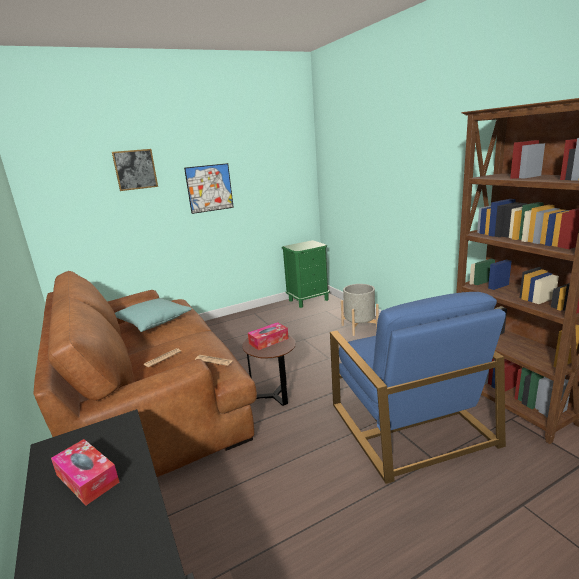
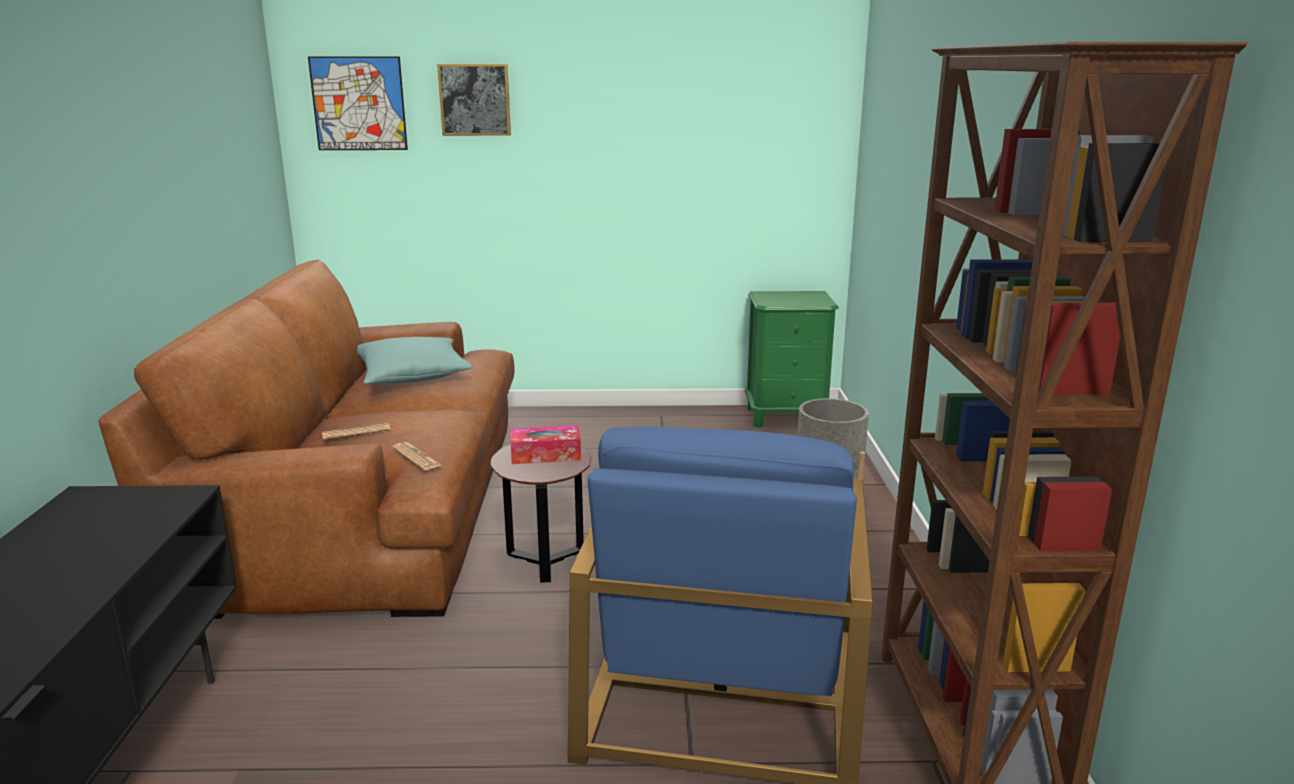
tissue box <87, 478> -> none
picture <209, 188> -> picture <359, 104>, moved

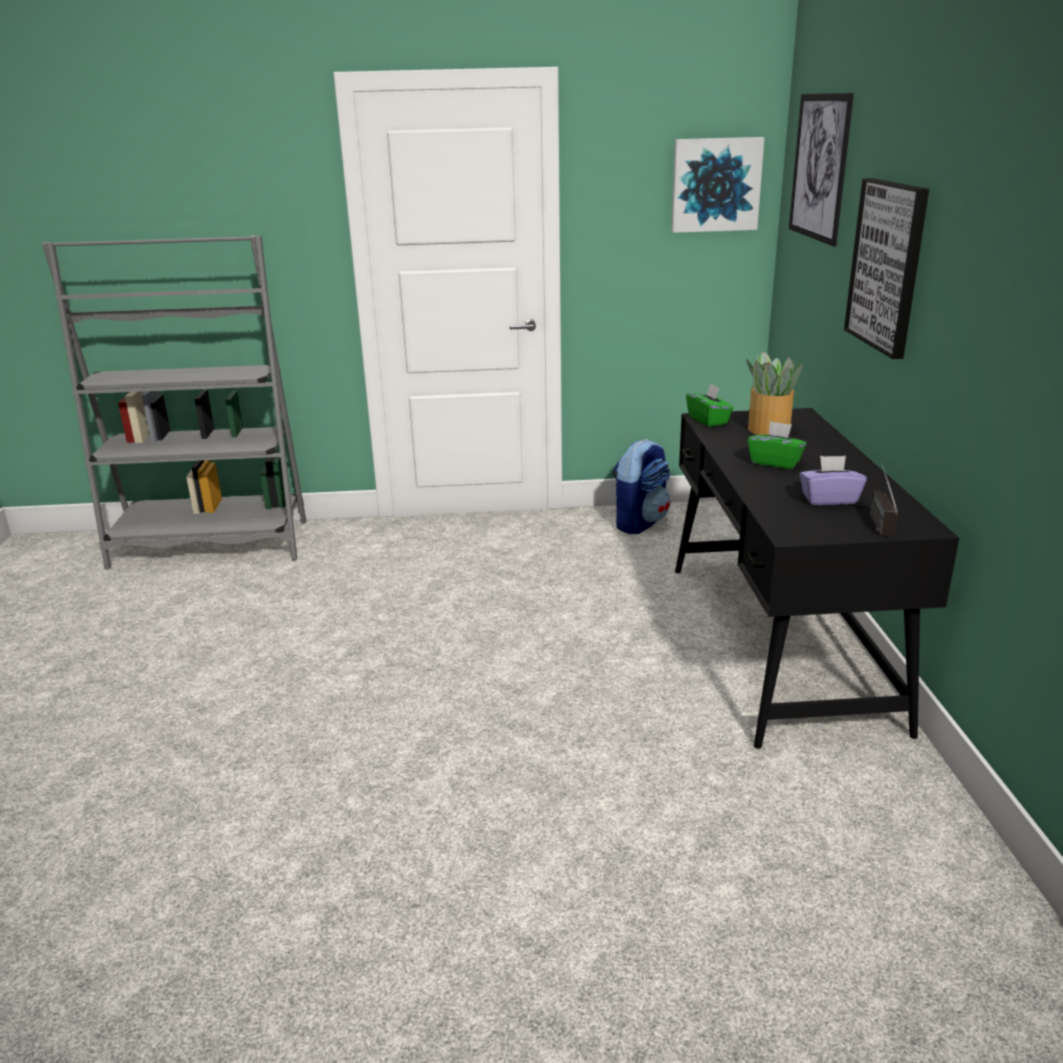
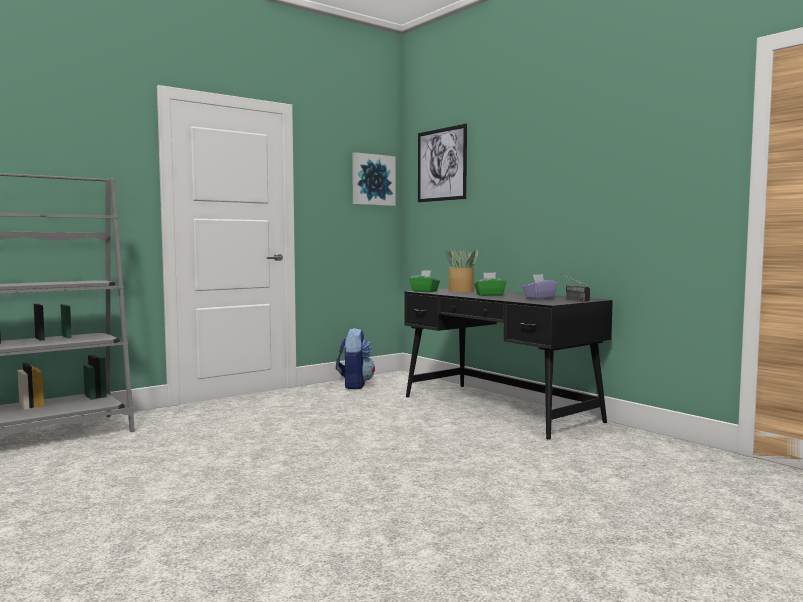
picture <887, 266> -> none

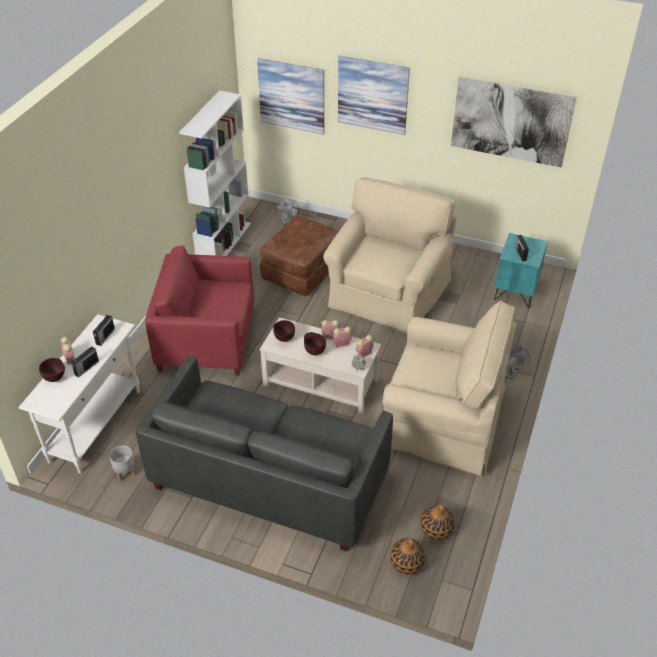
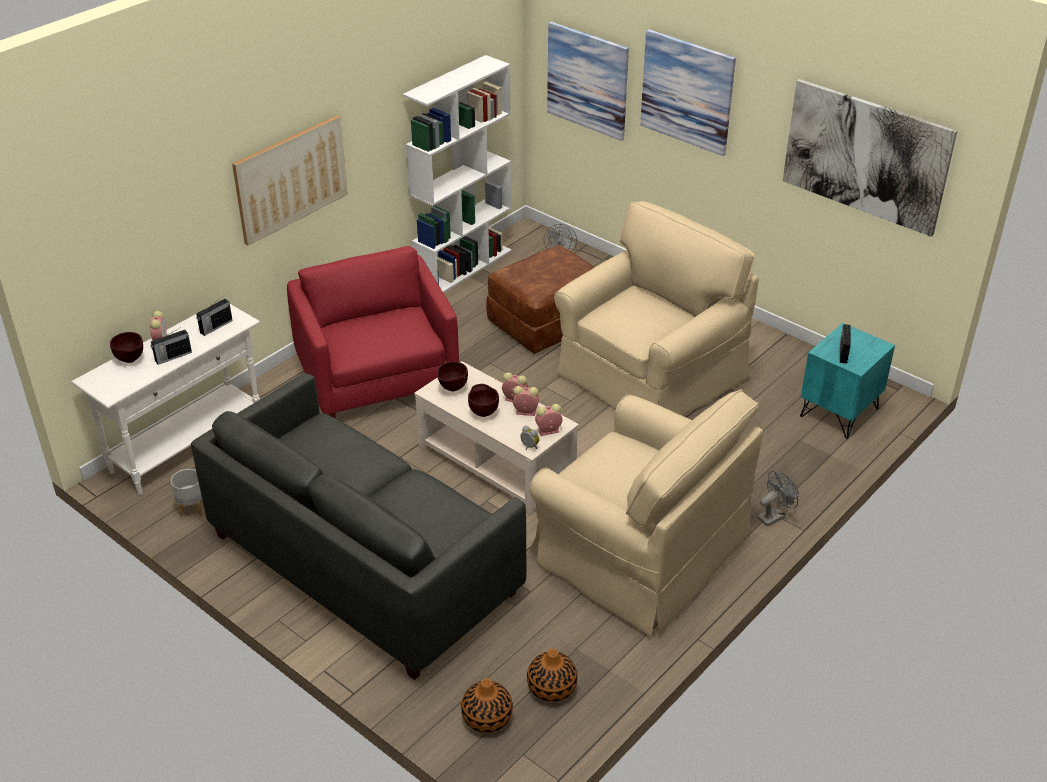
none -> picture <291, 179>
red armchair <207, 340> -> red armchair <377, 378>, 45 degrees clockwise

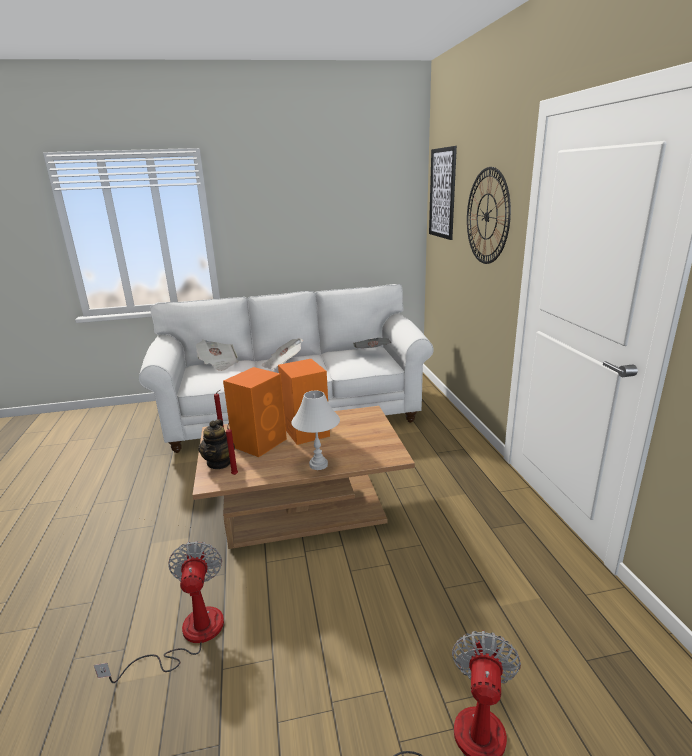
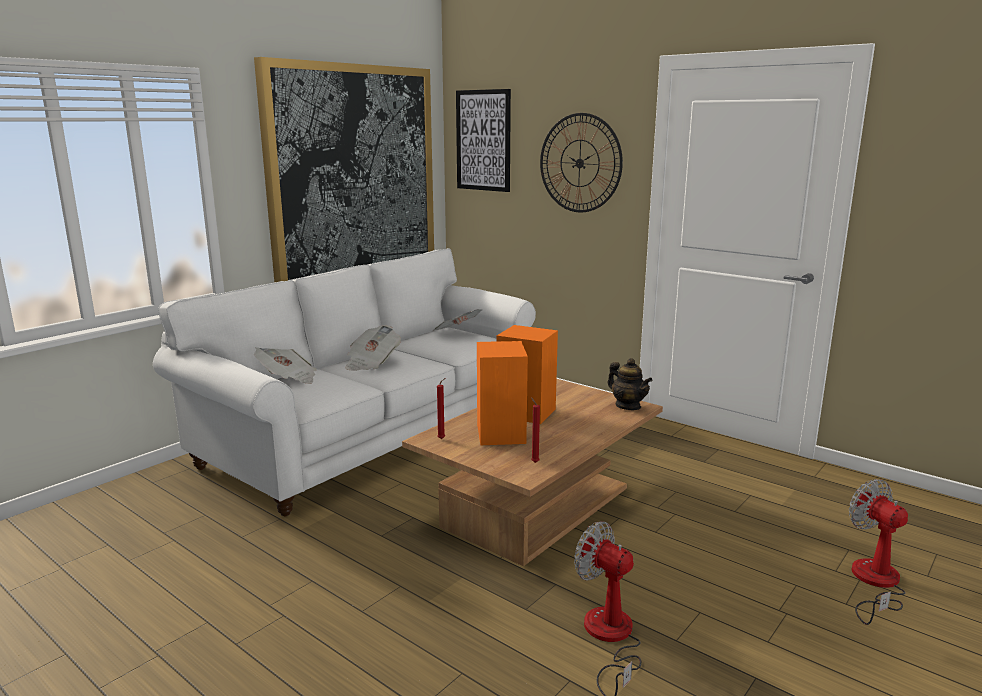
white table lamp <319, 465> -> none
none -> picture <353, 173>
teapot <219, 463> -> teapot <628, 406>, moved

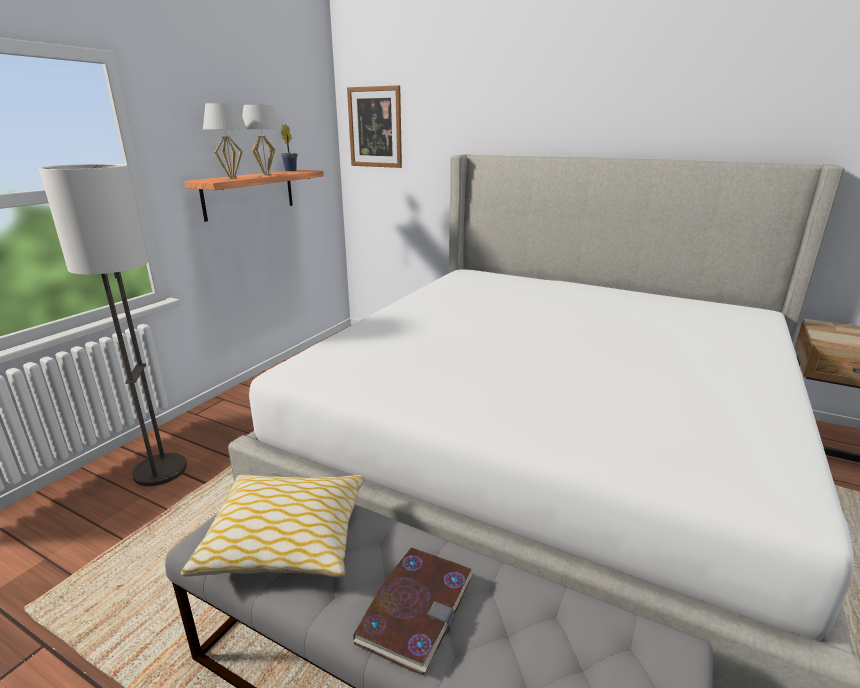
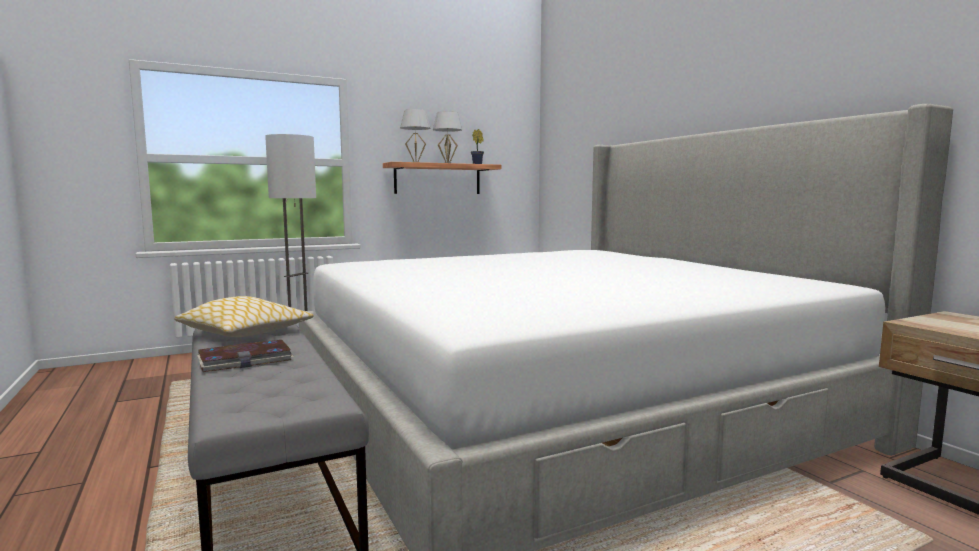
picture <375, 127> -> none

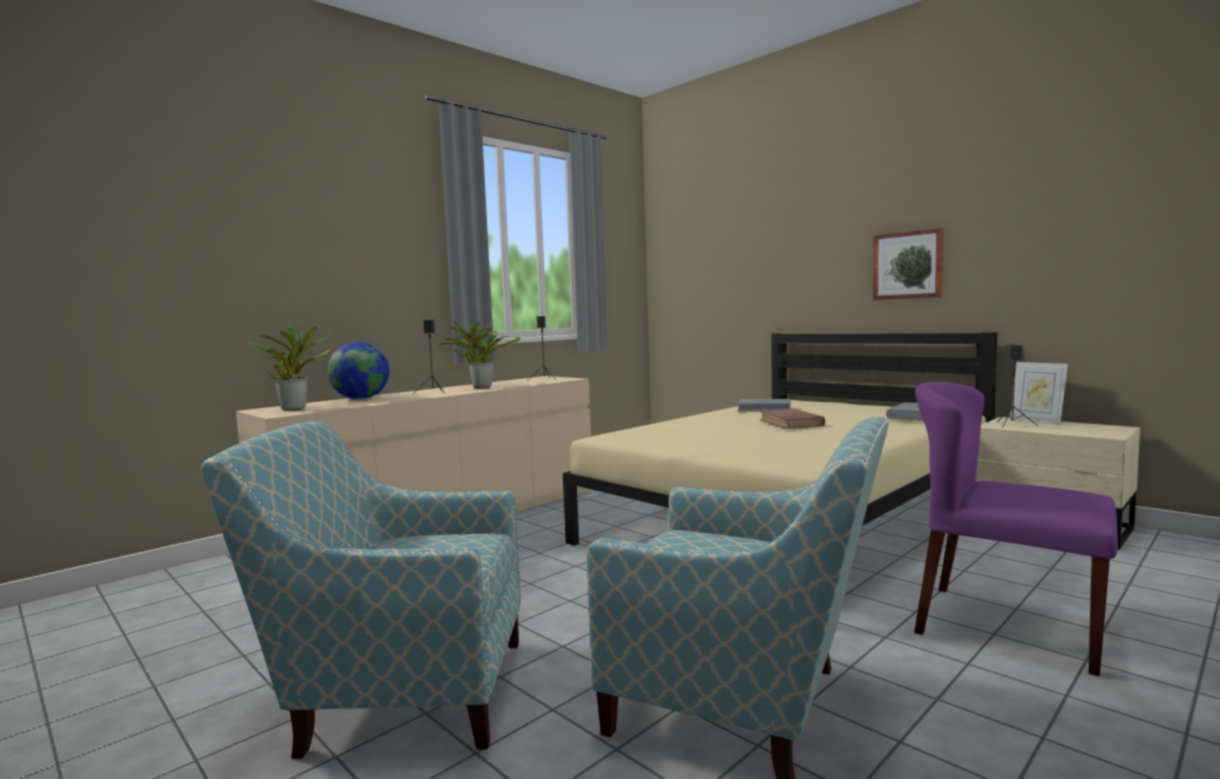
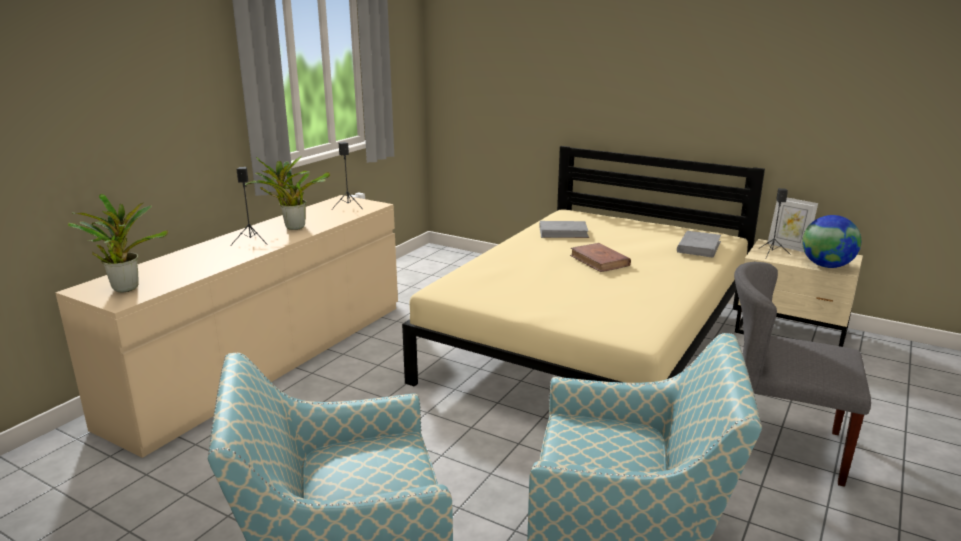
picture <908, 265> -> none
globe <361, 399> -> globe <826, 266>, moved
purple chair <1006, 626> -> grey chair <779, 445>

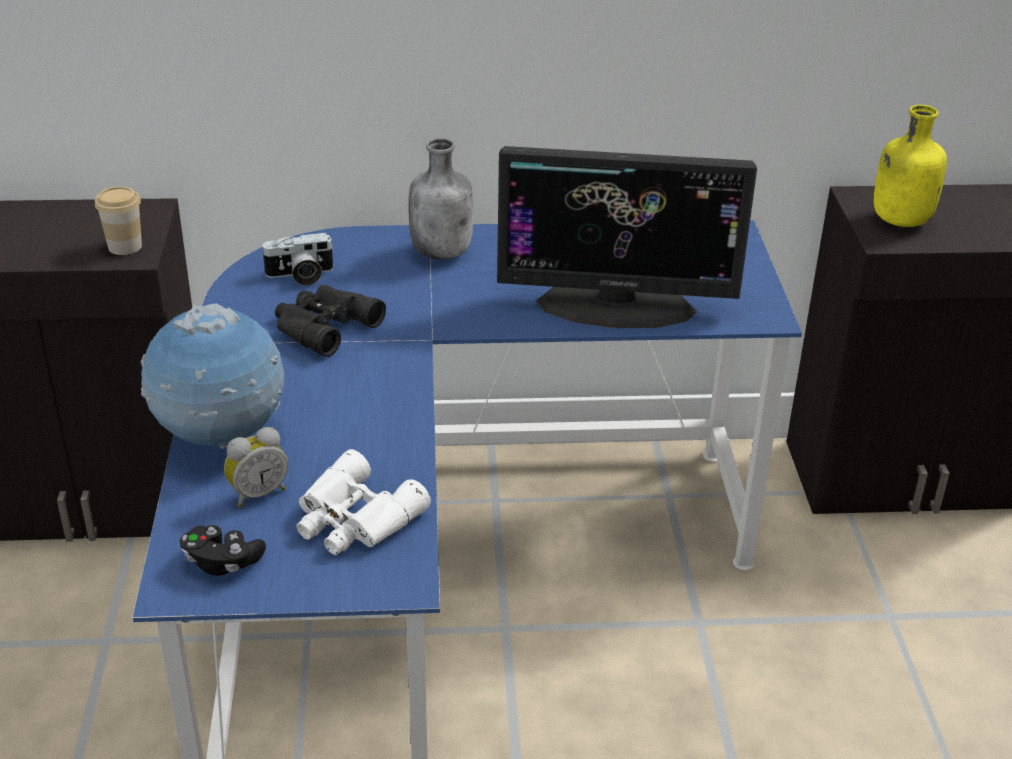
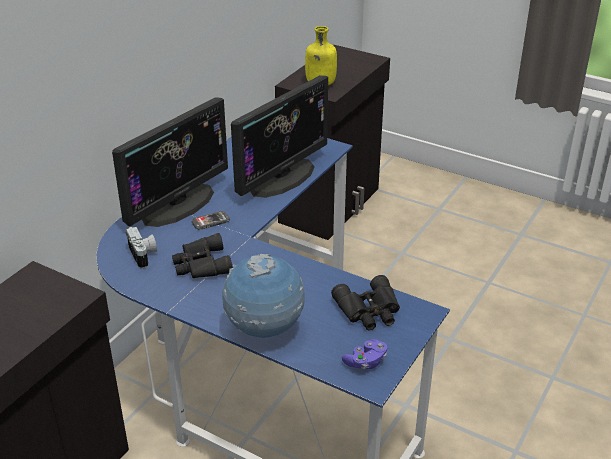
cup <125, 246> -> none
alarm clock <257, 493> -> none
none -> phone <210, 221>
grey bottle <442, 252> -> monitor <178, 204>
black game controller <222, 562> -> purple game controller <365, 362>
white binoculars <354, 519> -> black binoculars <369, 310>
photo camera <300, 276> -> photo camera <144, 255>, 45 degrees counterclockwise

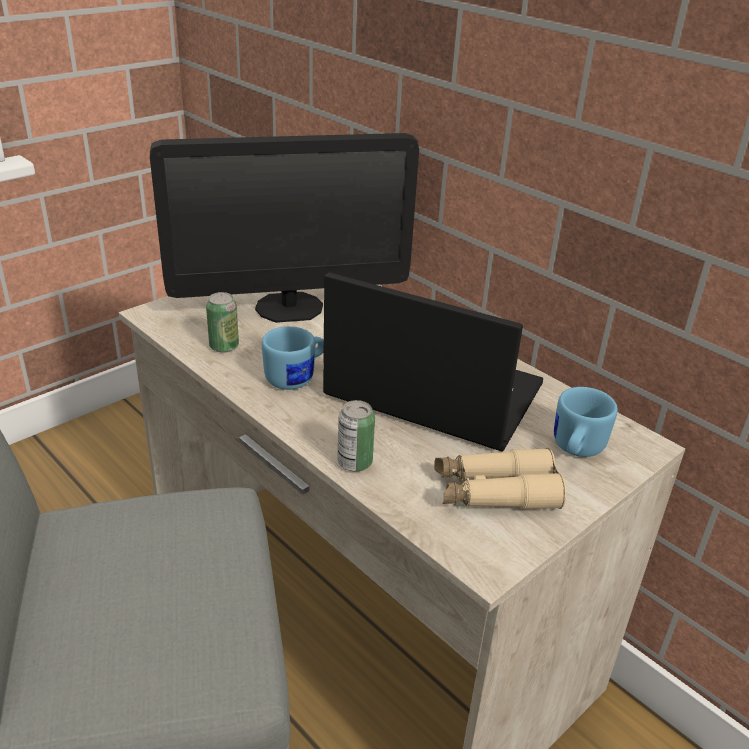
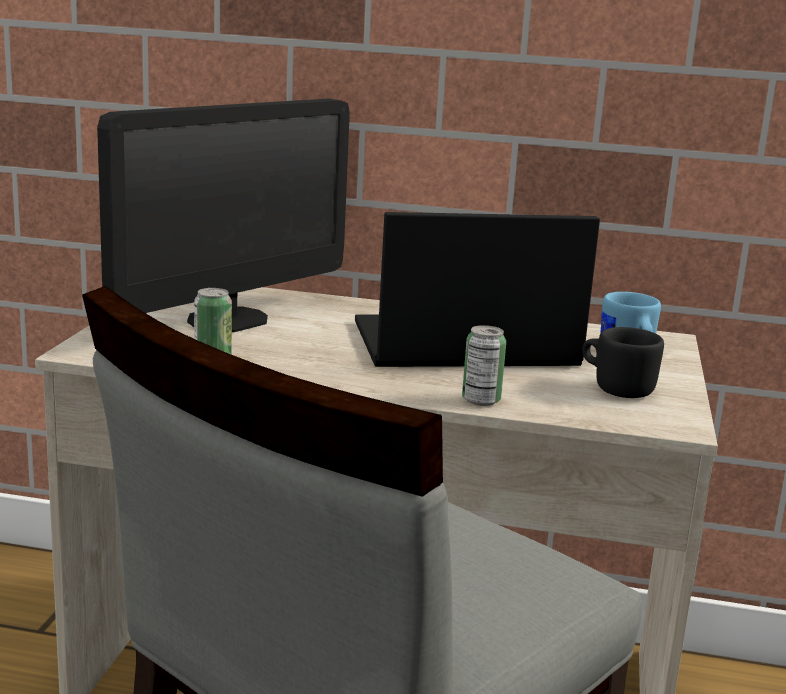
blue mug <296, 377> -> none
beige binoculars <495, 492> -> black mug <616, 388>

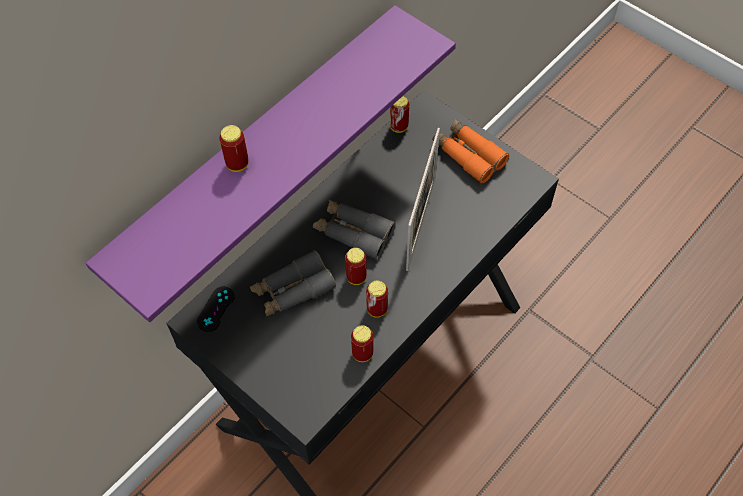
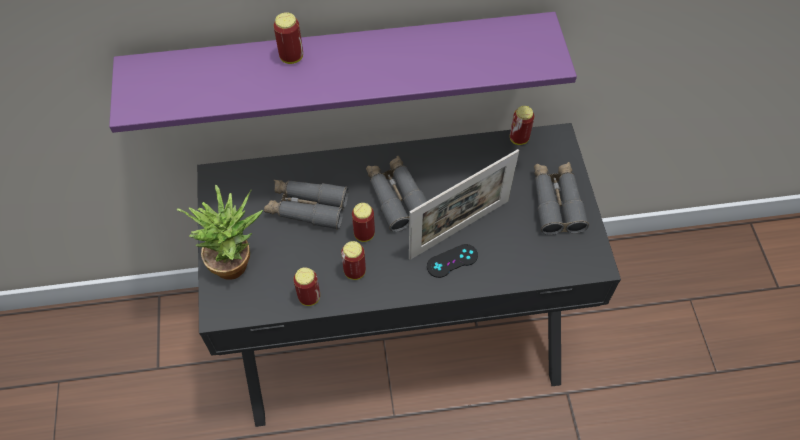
none -> potted plant <236, 260>
black game controller <216, 309> -> black game controller <452, 261>, moved
orange binoculars <468, 155> -> grey binoculars <556, 202>

